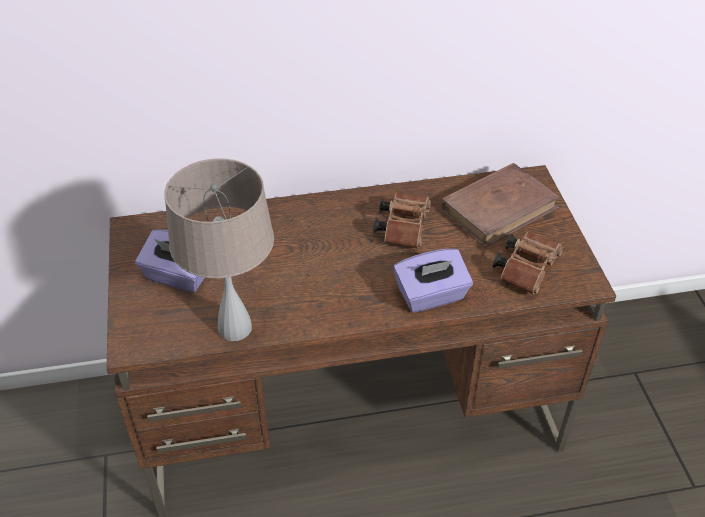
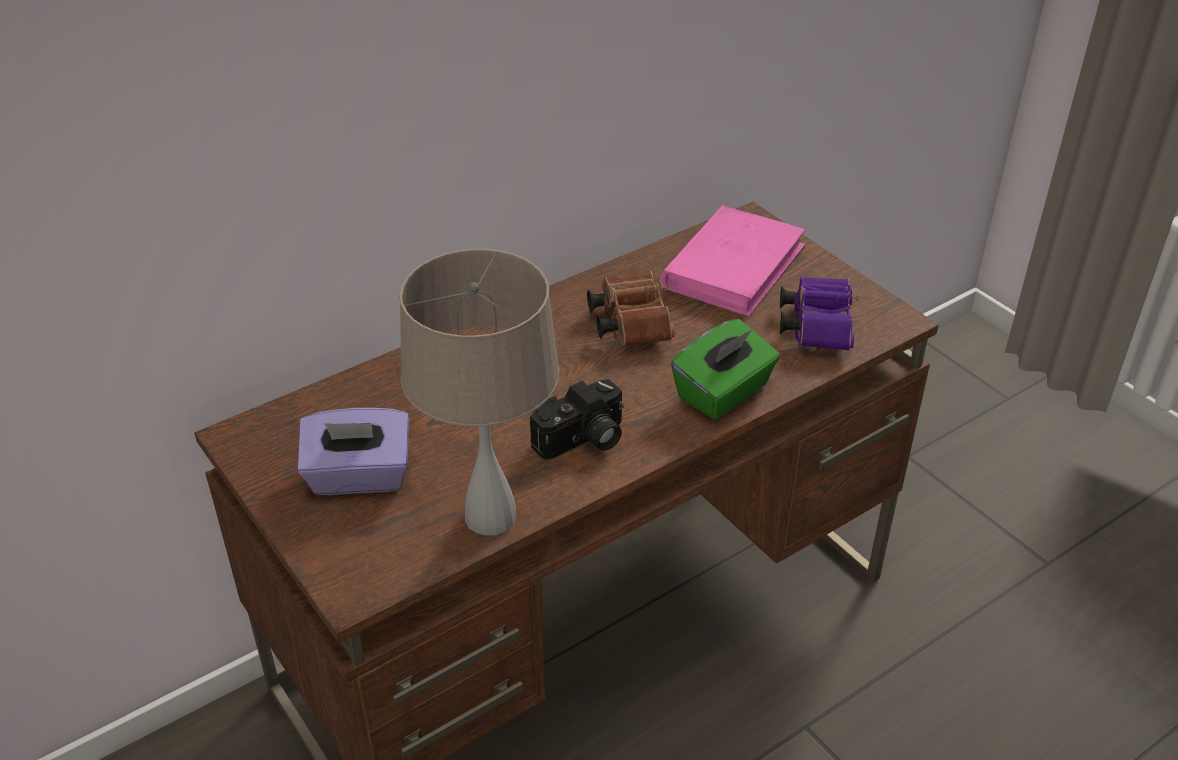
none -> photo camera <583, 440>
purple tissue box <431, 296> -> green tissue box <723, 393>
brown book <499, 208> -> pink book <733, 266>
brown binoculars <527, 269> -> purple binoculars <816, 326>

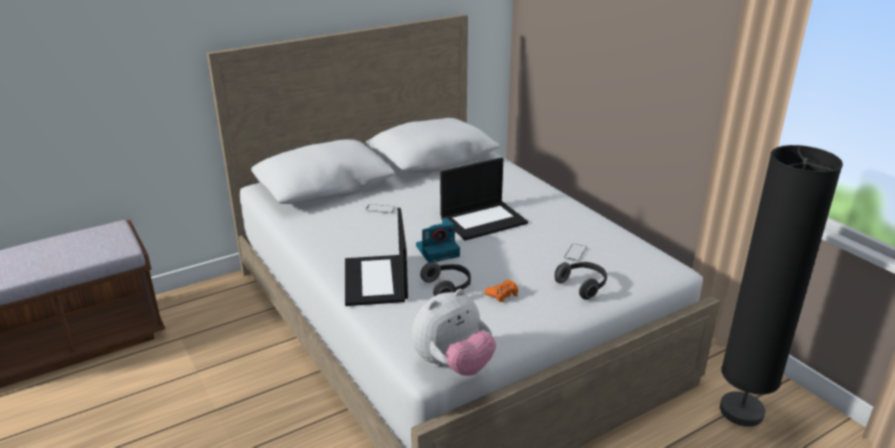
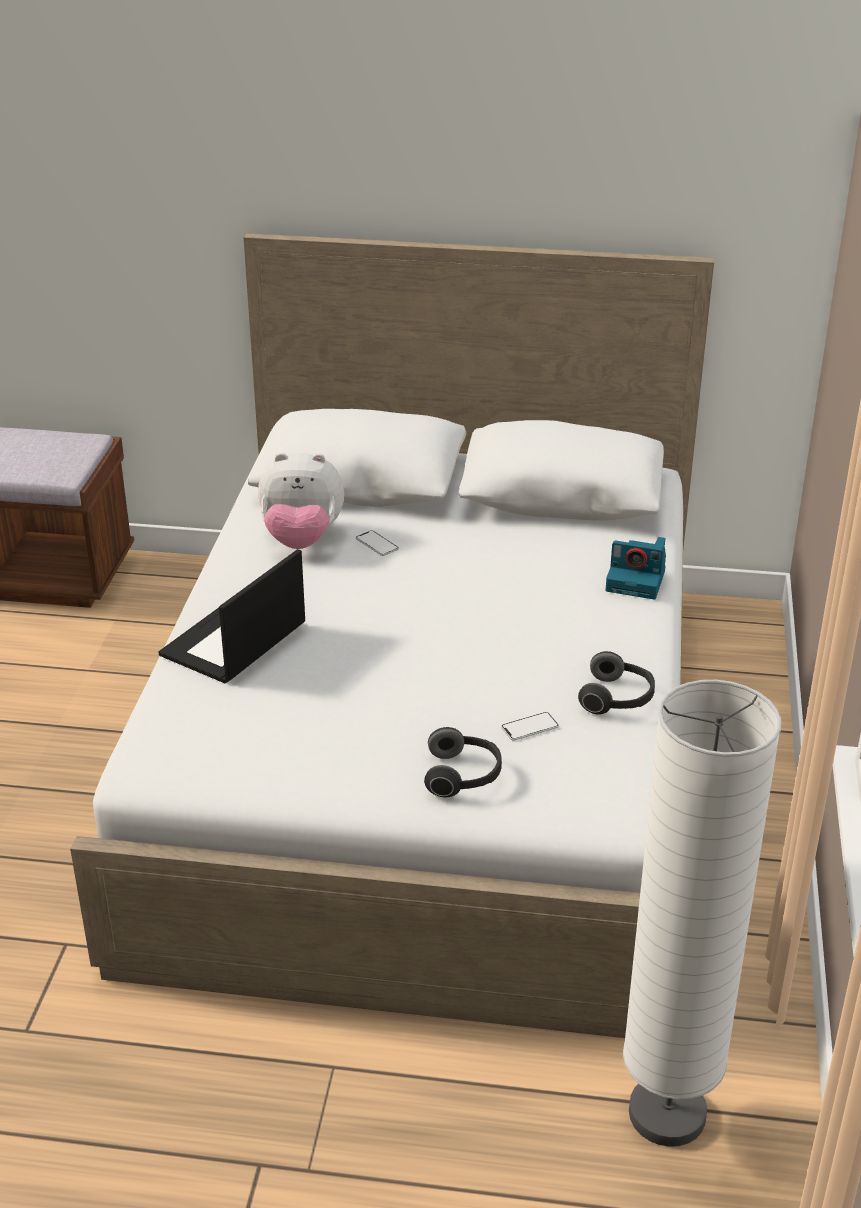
laptop <483, 220> -> none
orange game controller <502, 294> -> none
plush toy <453, 365> -> plush toy <302, 539>, moved
photo camera <438, 250> -> photo camera <637, 581>, moved
headphones <448, 288> -> headphones <617, 699>, moved
black floor lamp <741, 411> -> white floor lamp <667, 1114>

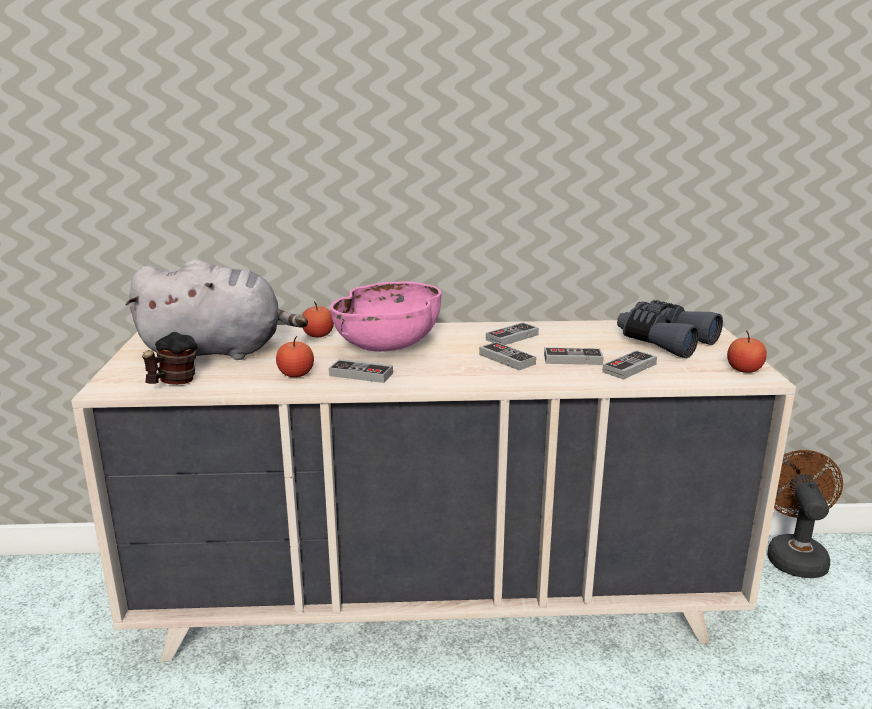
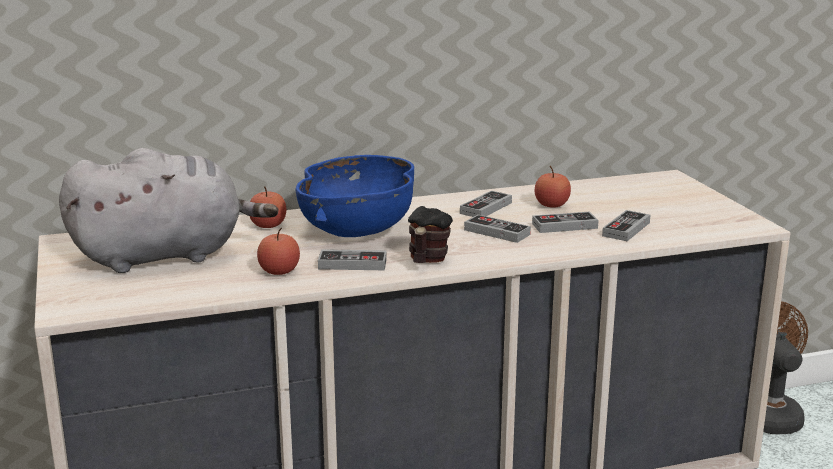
grey binoculars <664, 341> -> none
mug <173, 382> -> mug <426, 261>, moved
apple <744, 370> -> apple <551, 205>, moved
pink bowl <389, 345> -> blue bowl <358, 229>

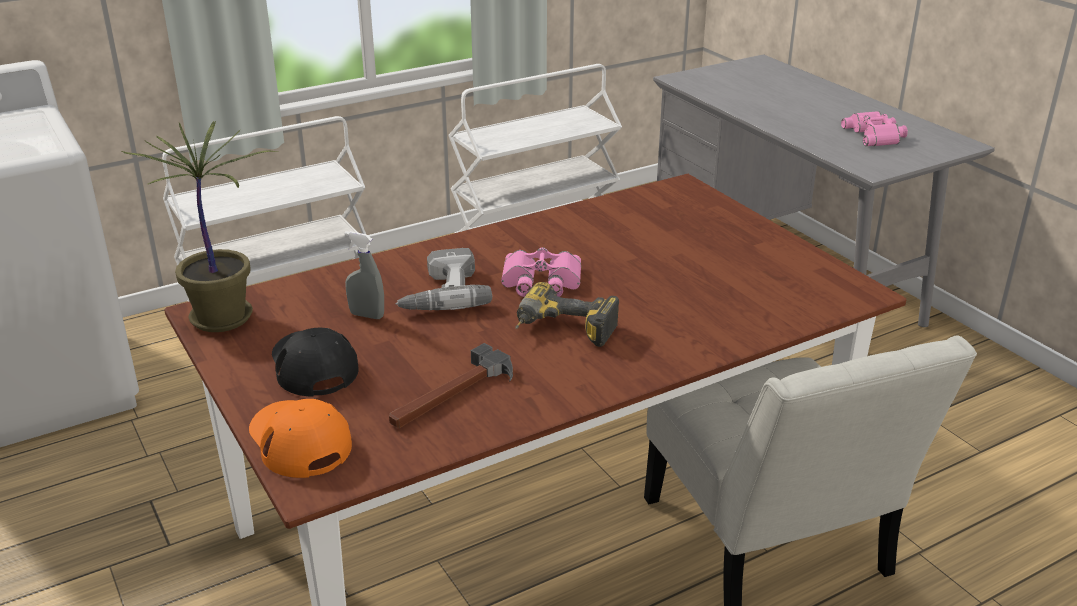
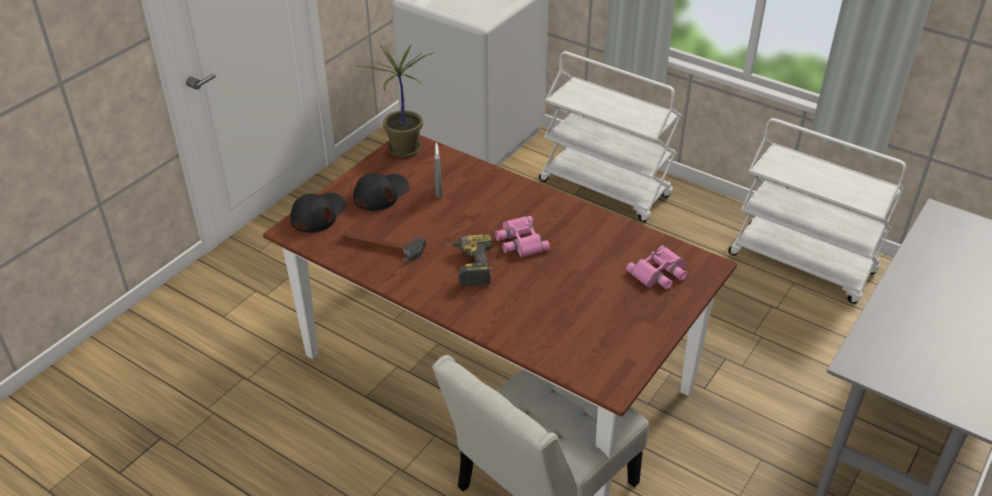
power drill <440, 293> -> none
pink binoculars <876, 135> -> pink binoculars <659, 273>, moved
orange cap <299, 440> -> black cap <318, 214>

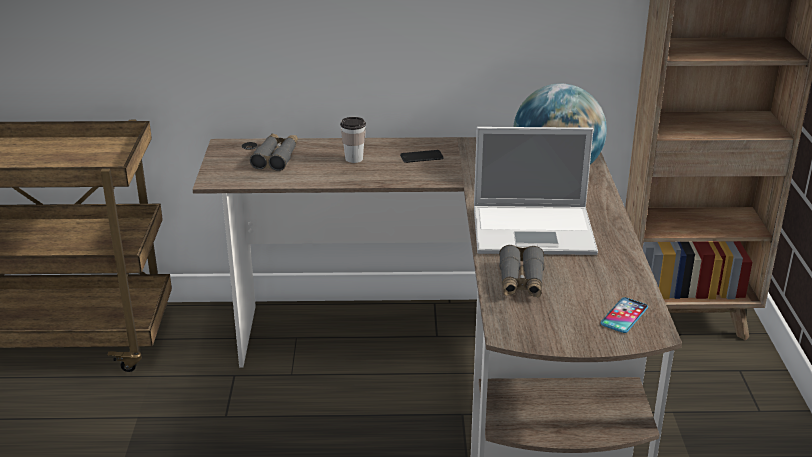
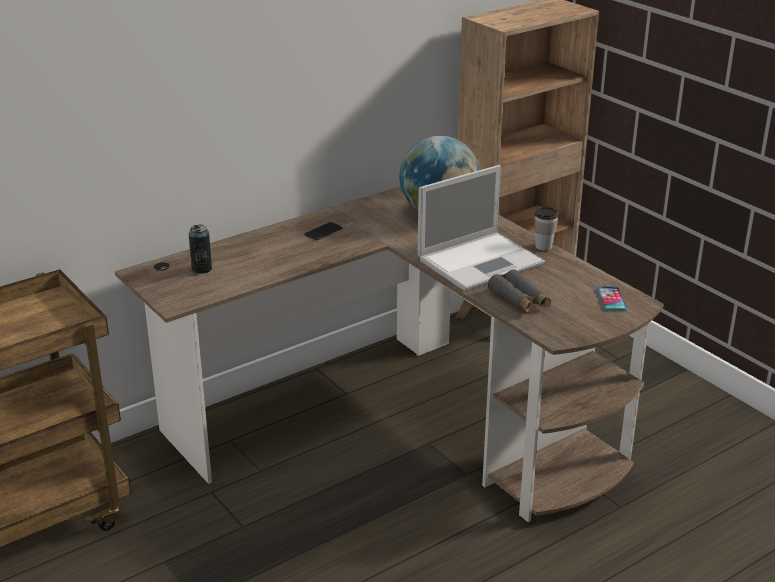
cup <354, 159> -> cup <543, 246>, moved
grey binoculars <276, 157> -> can <202, 269>

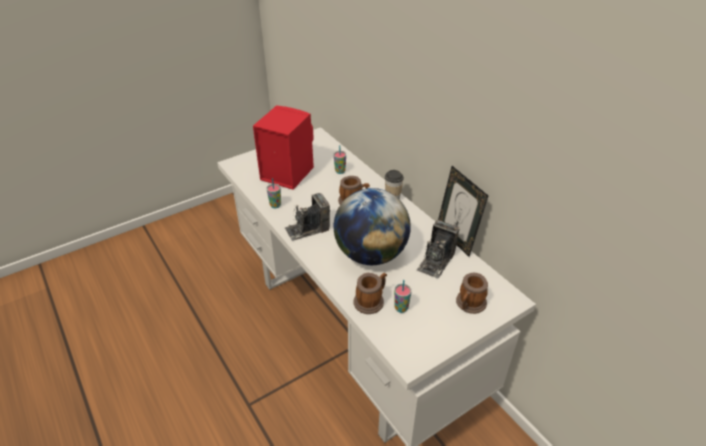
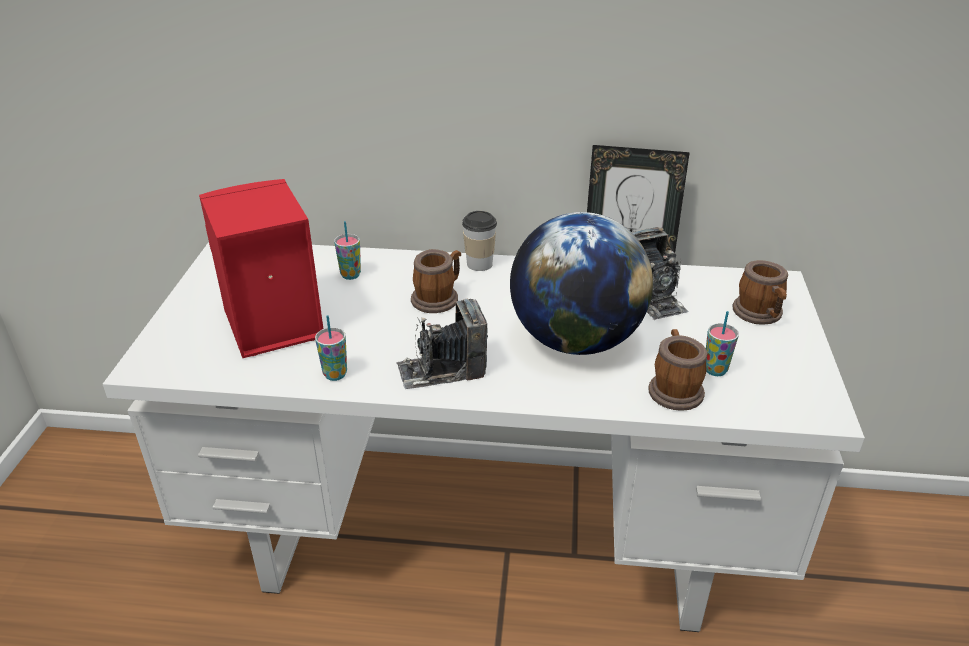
photo camera <307, 229> -> photo camera <441, 370>, 60 degrees clockwise

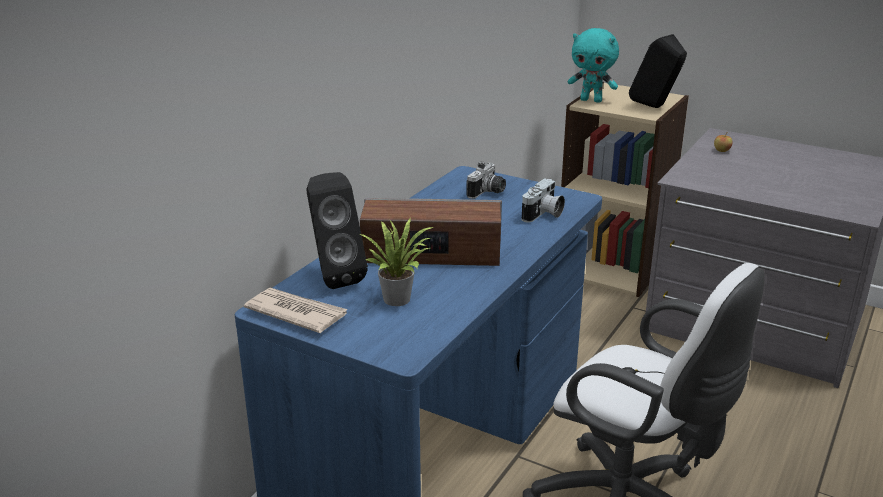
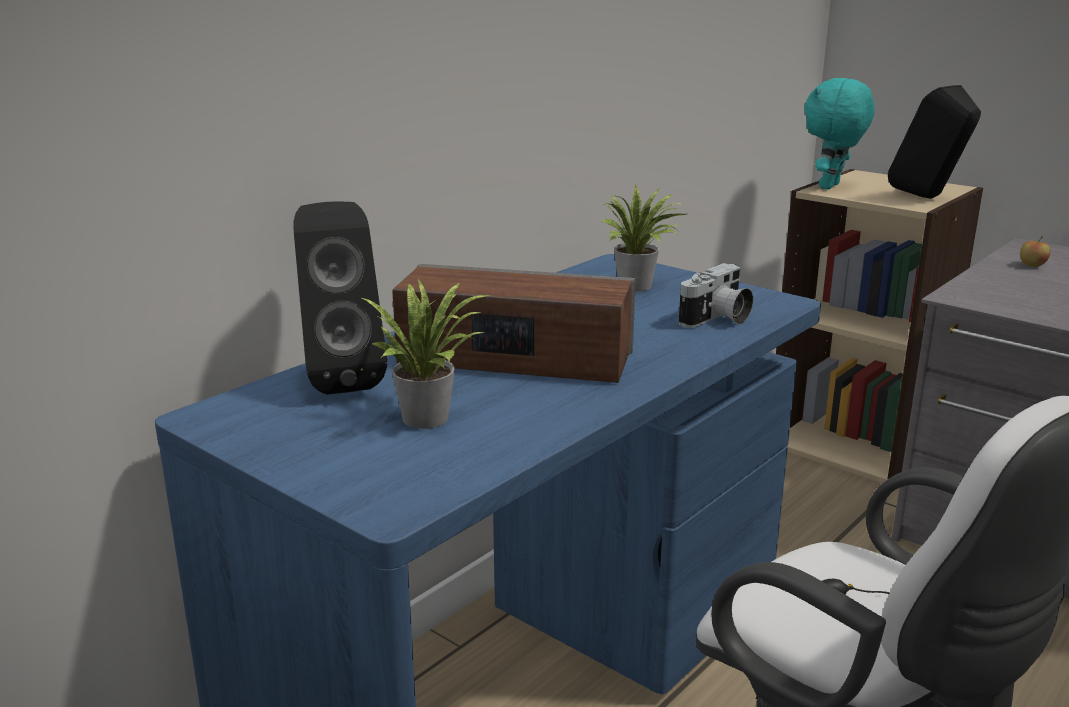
newspaper <296, 313> -> none
photo camera <488, 192> -> potted plant <638, 287>
turquoise plush toy <591, 100> -> turquoise plush toy <831, 187>, 90 degrees clockwise

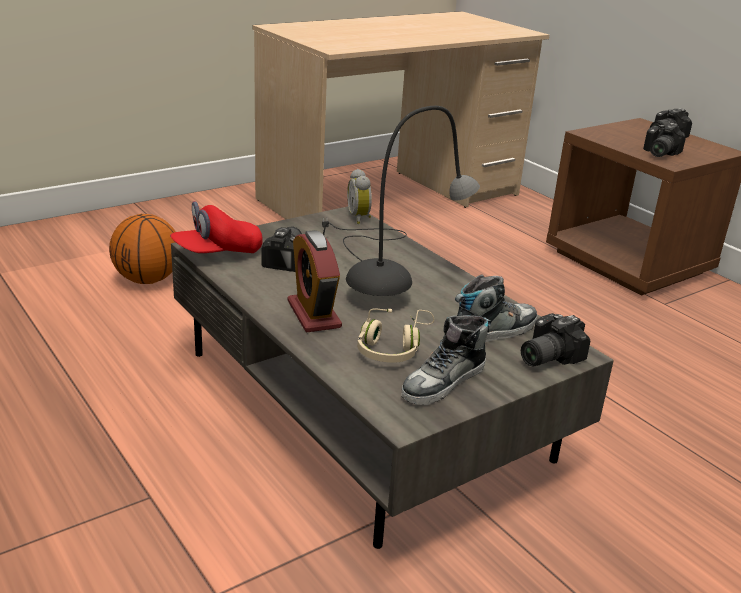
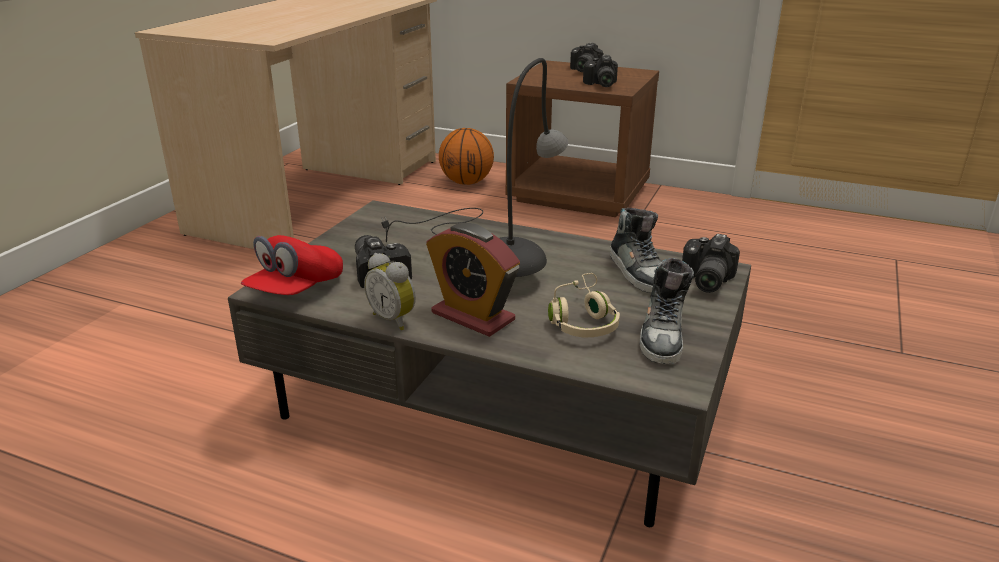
basketball <147, 280> -> basketball <466, 182>, moved
alarm clock <360, 218> -> alarm clock <394, 319>, moved
shoe <494, 330> -> shoe <640, 273>, 135 degrees clockwise

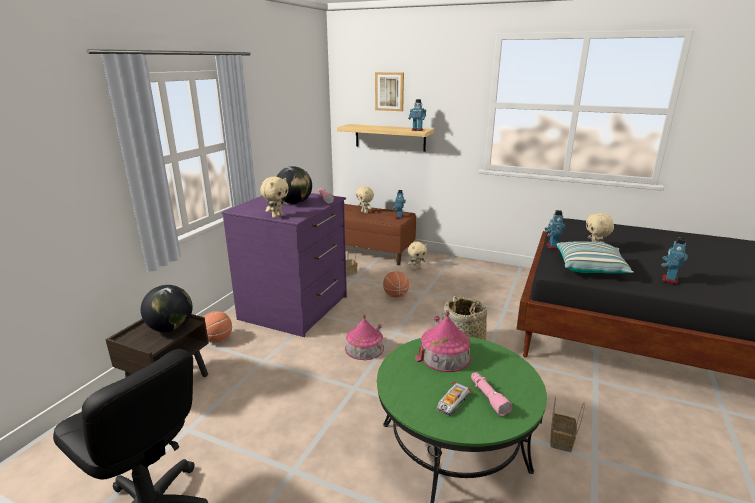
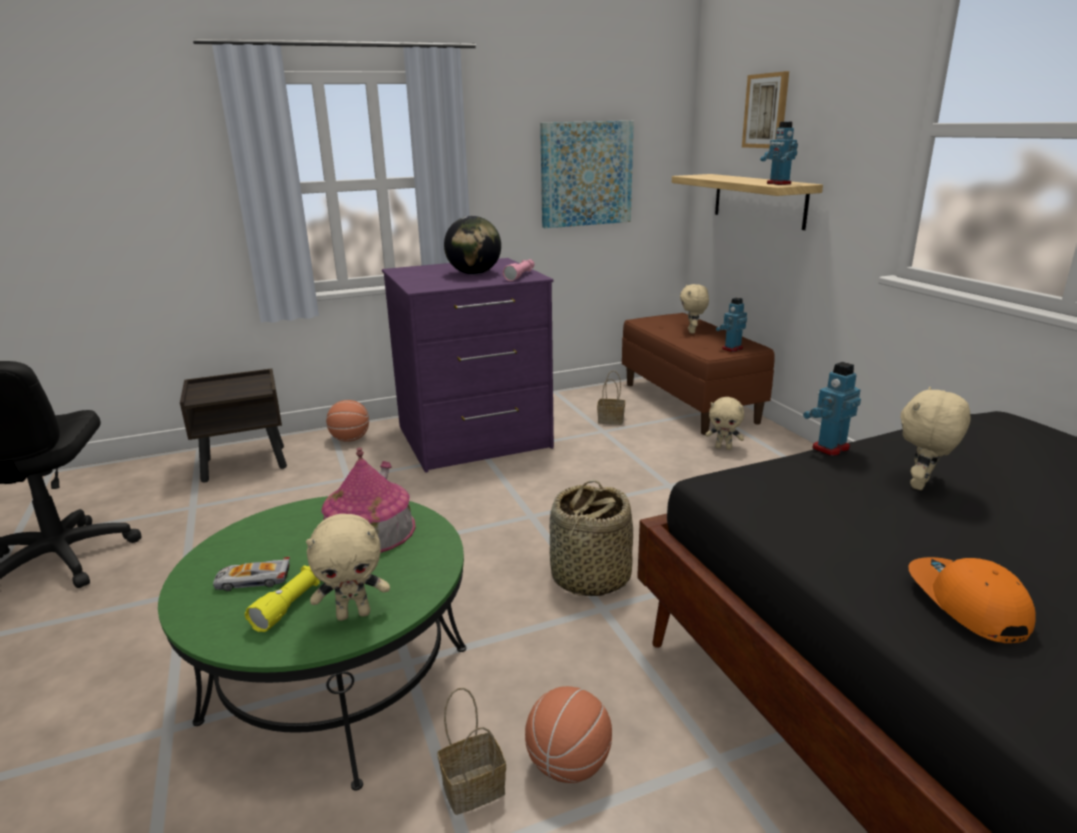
globe <171, 328> -> none
toy house <364, 348> -> none
pillow <590, 268> -> none
none -> picture <586, 174>
beige plush toy <277, 216> -> beige plush toy <354, 614>, moved
basketball <395, 295> -> basketball <569, 764>, moved
toy robot <669, 279> -> orange cap <965, 603>
pink flashlight <488, 397> -> yellow flashlight <294, 602>

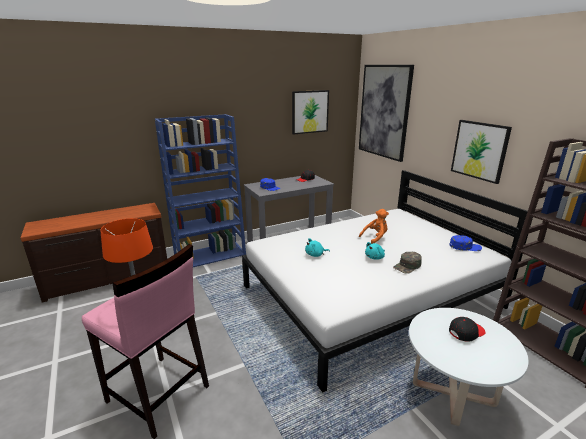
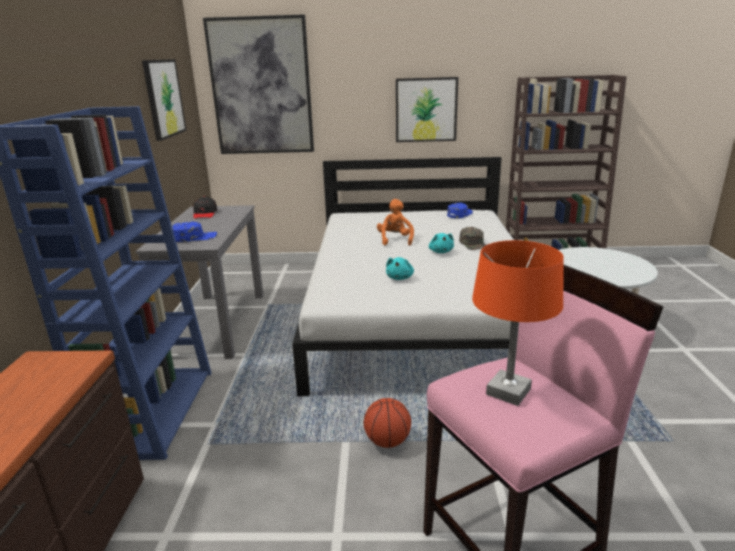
black cap <466, 332> -> none
none -> basketball <387, 441>

